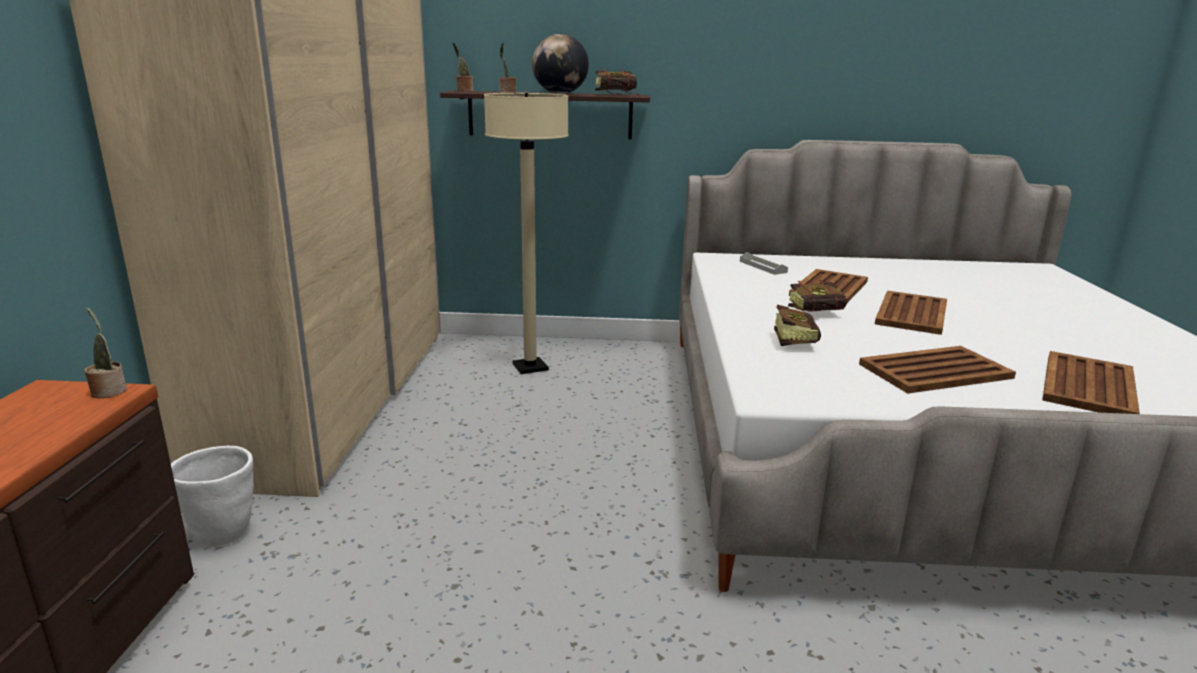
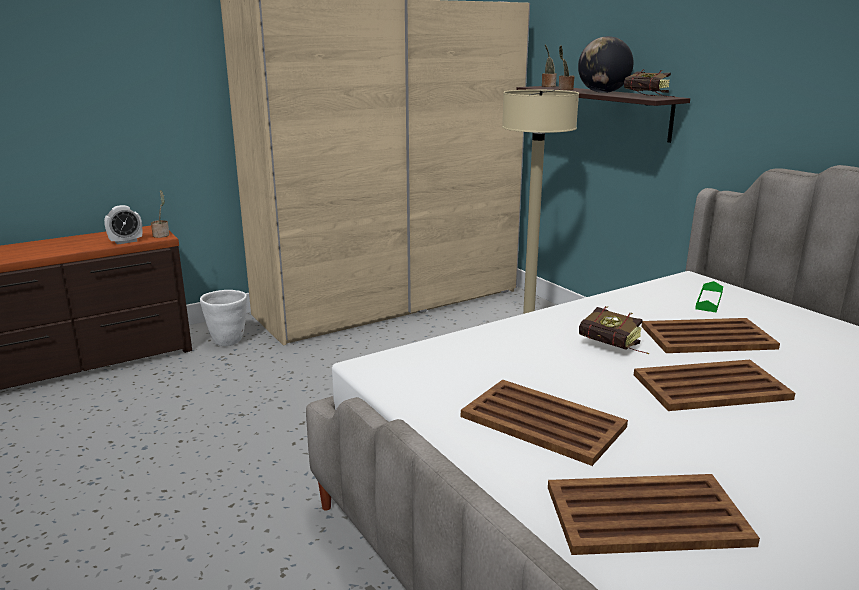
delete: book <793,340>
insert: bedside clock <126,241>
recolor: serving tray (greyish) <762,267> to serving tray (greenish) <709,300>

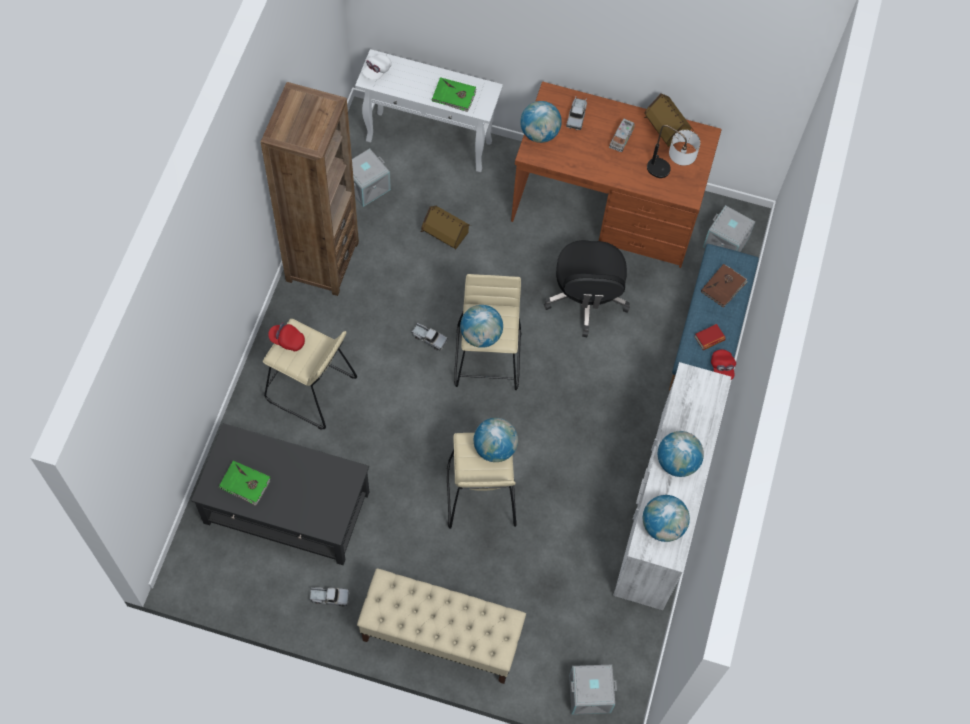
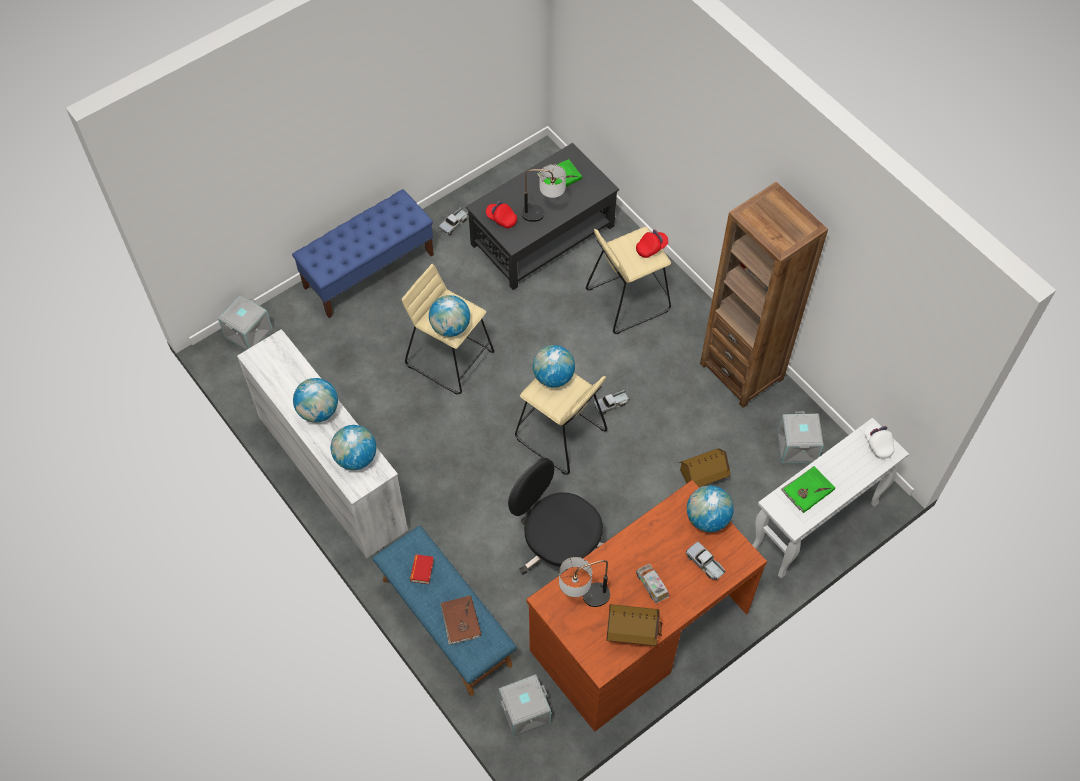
insert: lamp for a table <544,214>
move: desk globe <662,526> to <355,458>; peaked cap (red-coloured) <722,368> to <501,219>
recolor: indoor bench (beige) <440,636> to indoor bench (bluish) <369,270>

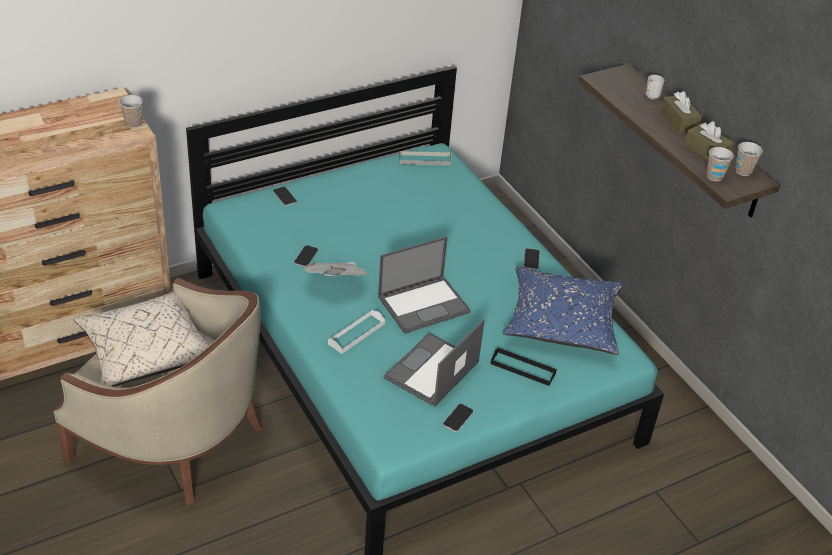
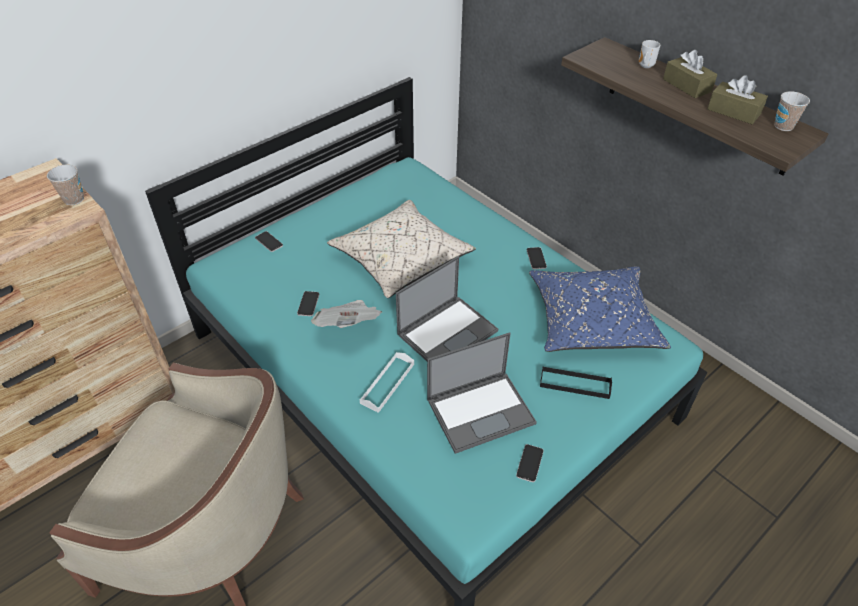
delete: serving tray (greyish) <425,160>; cup <714,176>
move: throw pillow (beige) <146,351> to <400,259>
rotate: portable computer <431,371> = <481,410> 135 degrees counterclockwise

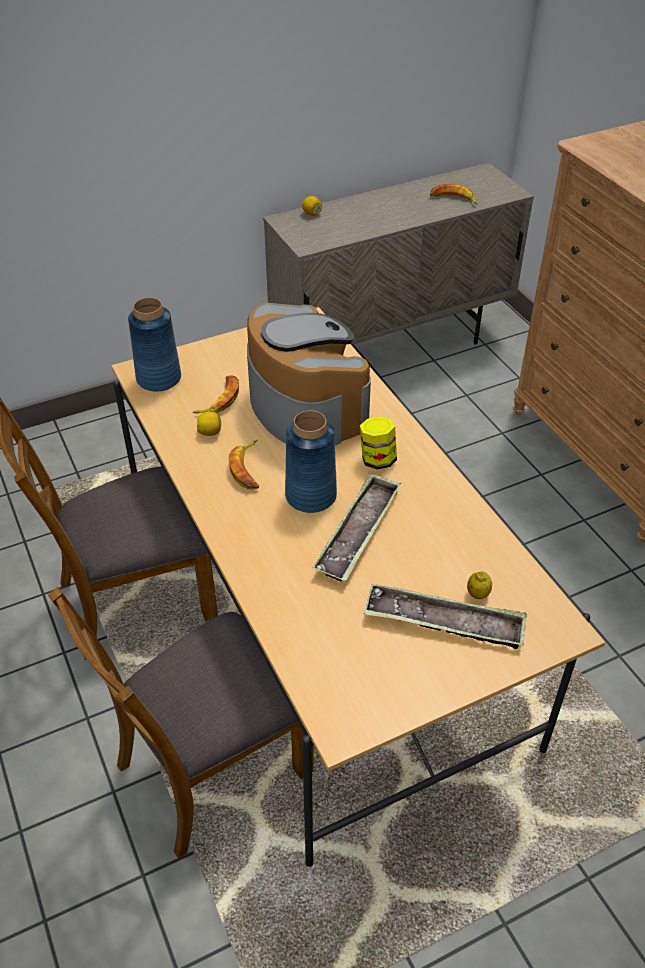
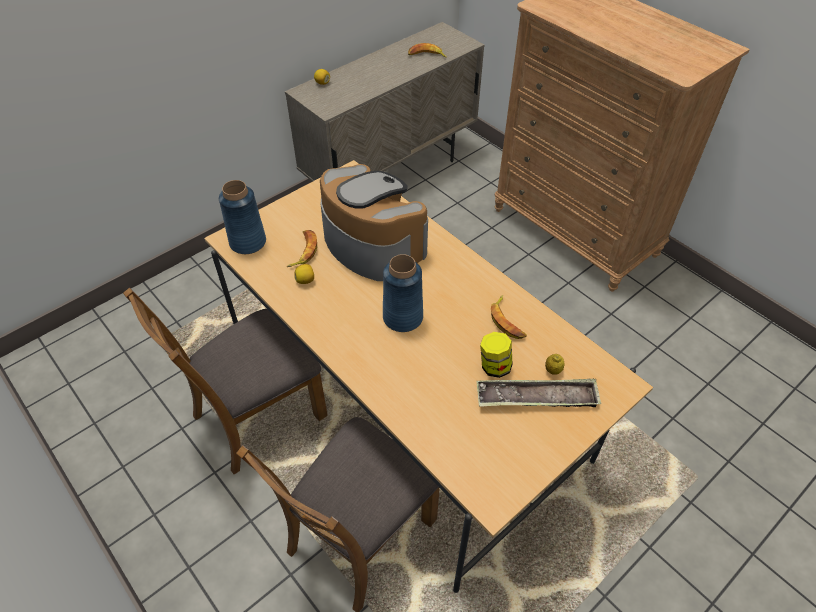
delete: serving tray <358,532>
move: banana <248,469> to <507,321>; storage jar <377,459> to <494,366>

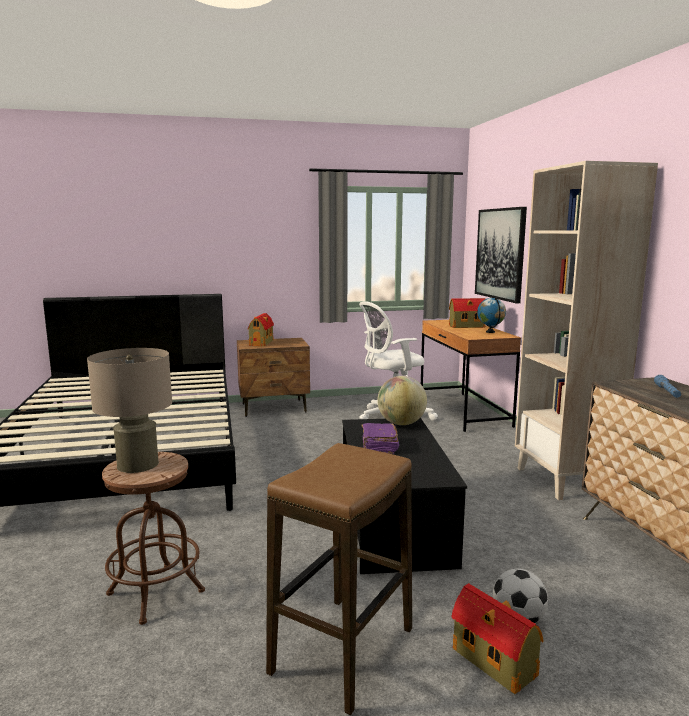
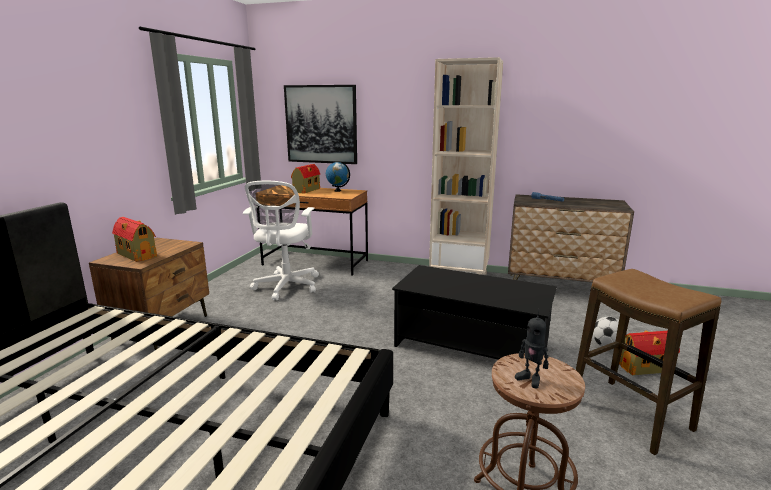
delete: book (purple-coloured) <379,446>; desk globe <401,423>
replace: lamp for a table (beige) <138,464> to robot figure <530,379>

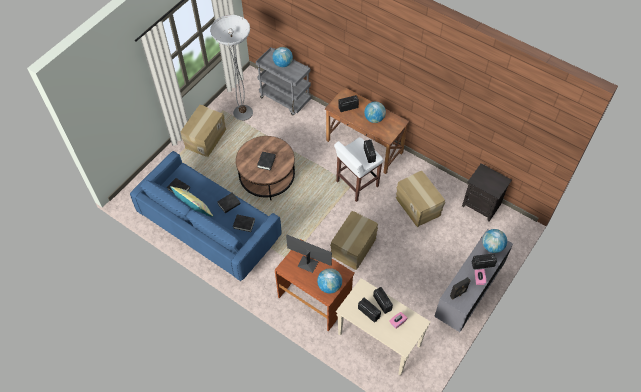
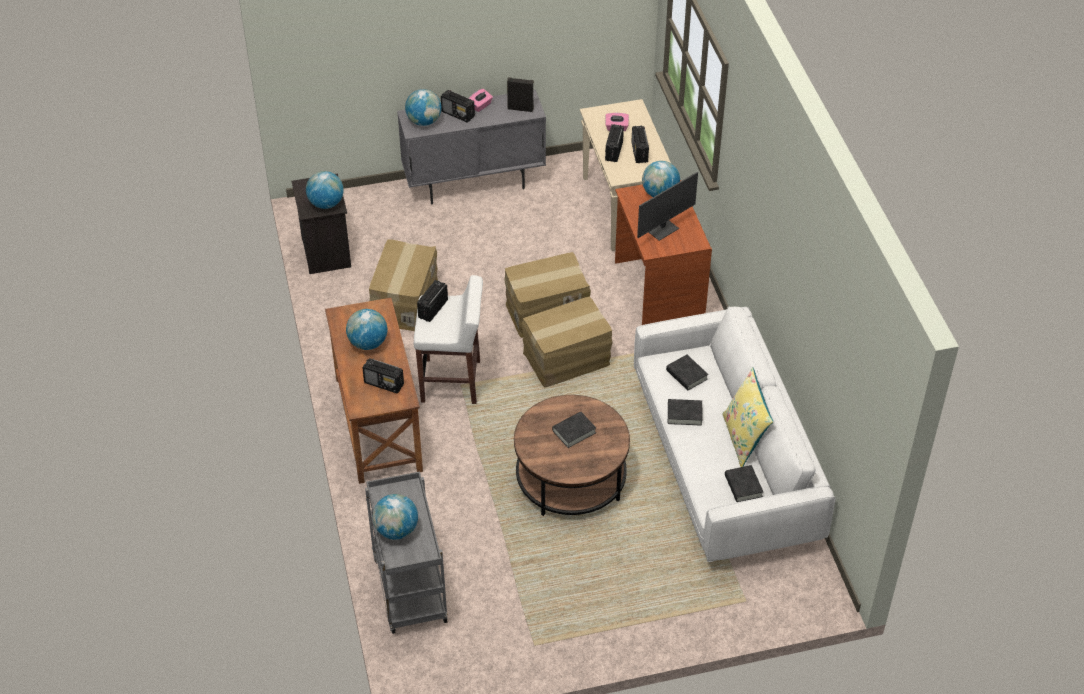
delete: floor lamp <243,113>
insert: desk globe <326,203>
move: packing box <205,138> to <567,360>
recolor: settee (bluish) <210,227> to settee (white) <724,462>
rotate: computer display <308,263> = <662,229> 105 degrees counterclockwise

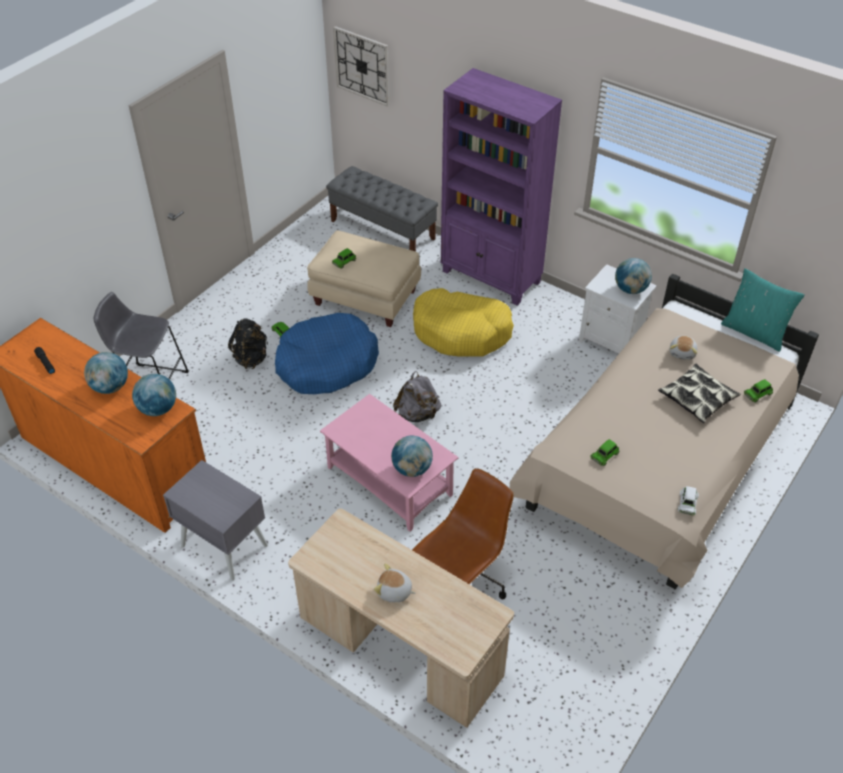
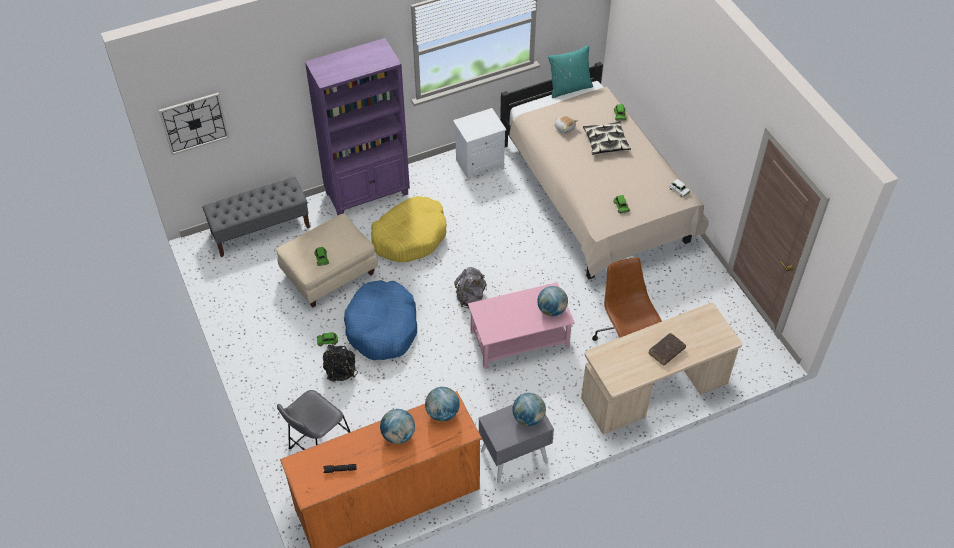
move: desk globe <630,289> to <528,418>
replace: cuddly toy <394,592> to book (brownish) <666,351>

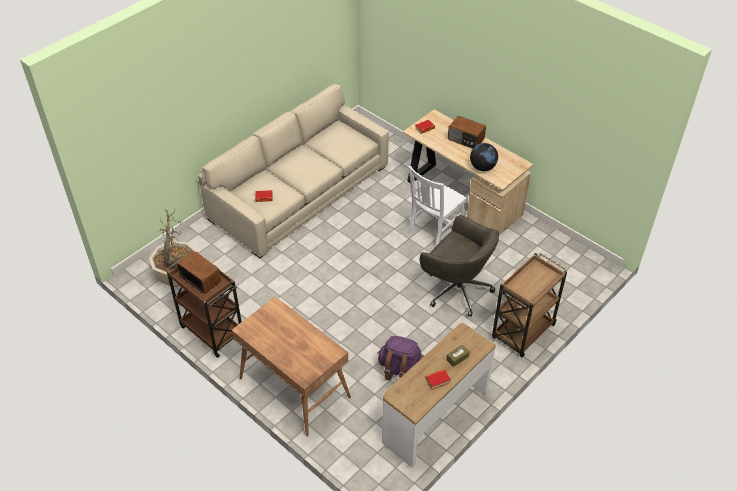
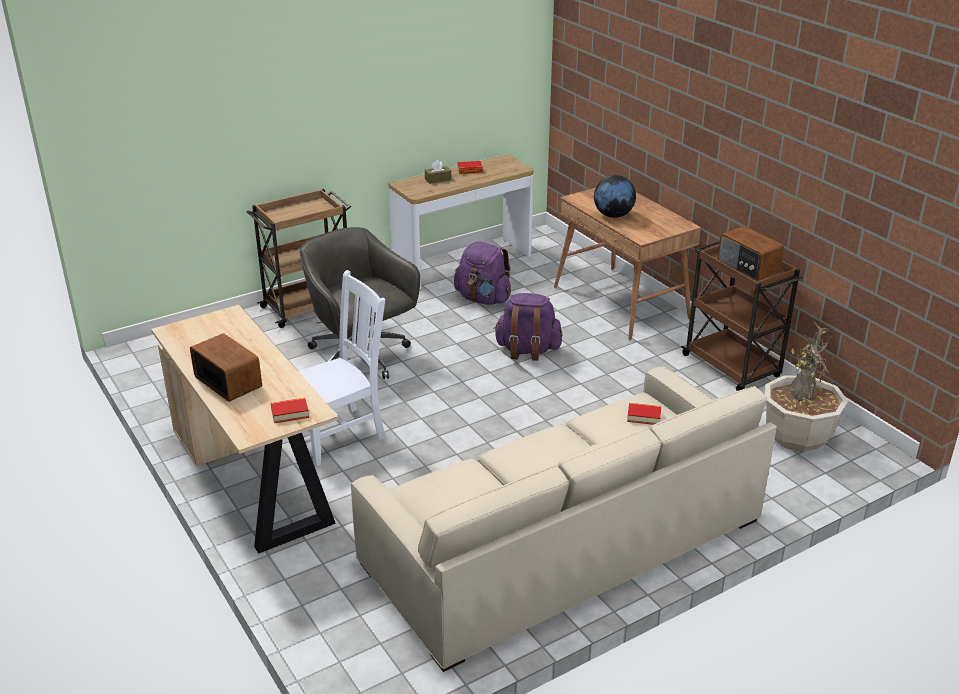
insert: knapsack (purple-coloured) <527,350>
move: desk globe <482,167> to <613,215>

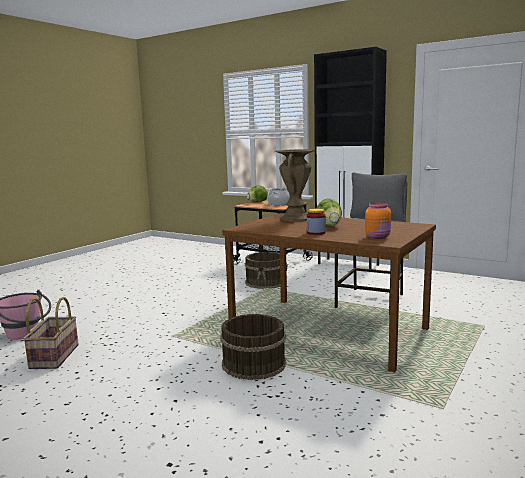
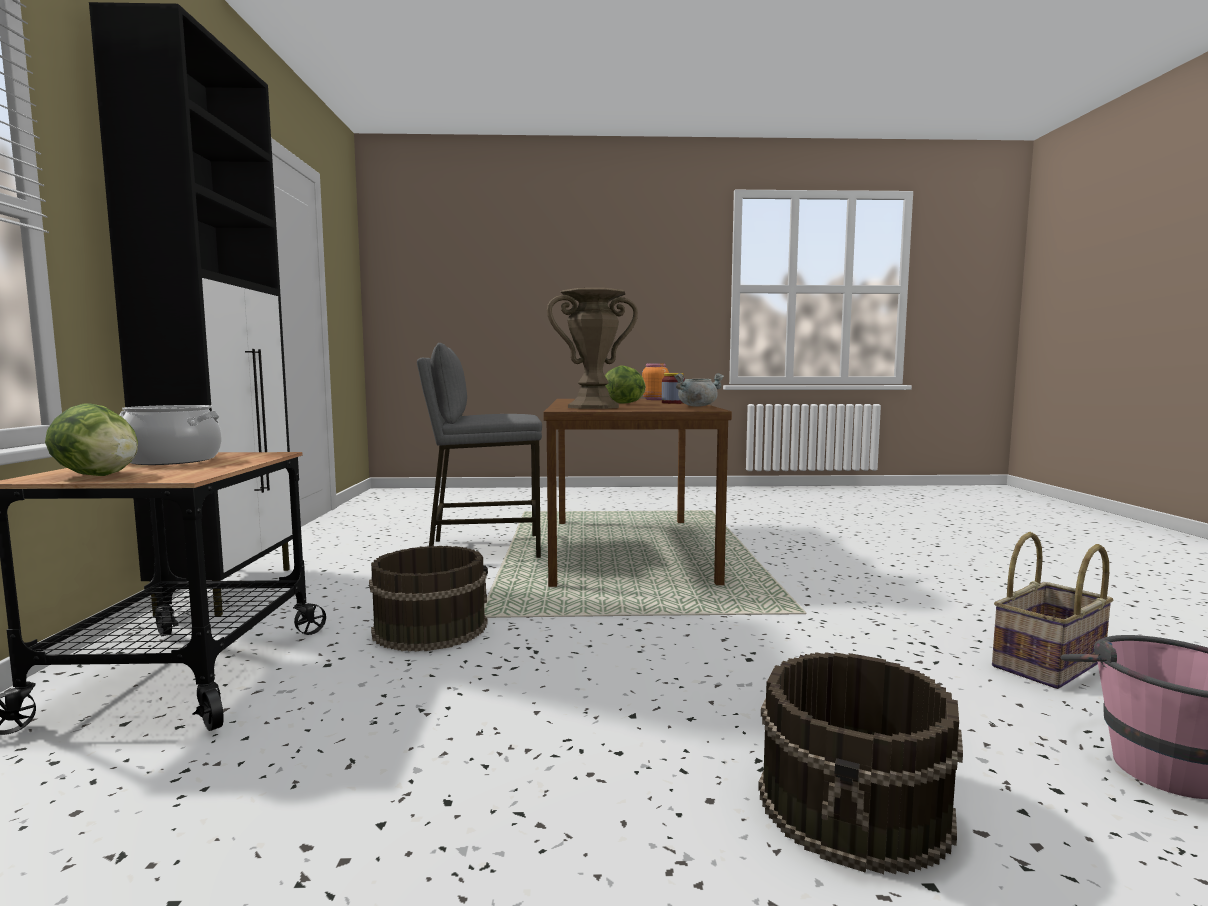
insert: cooking pot (greyish) <697,406>
move: water bucket (brownish) <253,364> to <856,804>

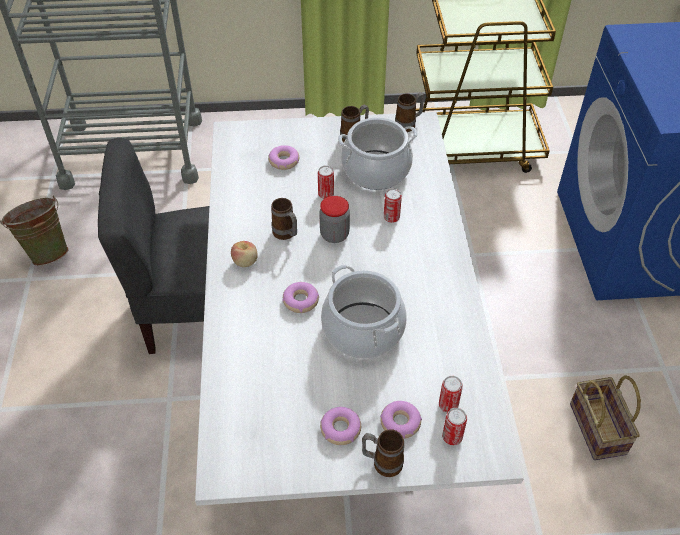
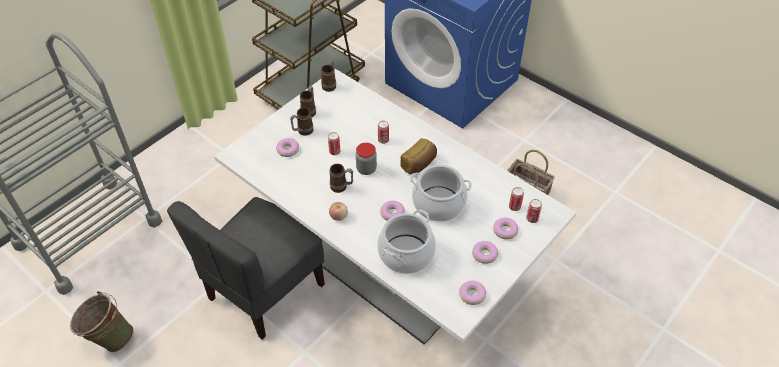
insert: baked bread <419,164>; ring doughnut <472,295>
move: cooking pot <376,170> to <406,254>; mug <382,462> to <302,131>

